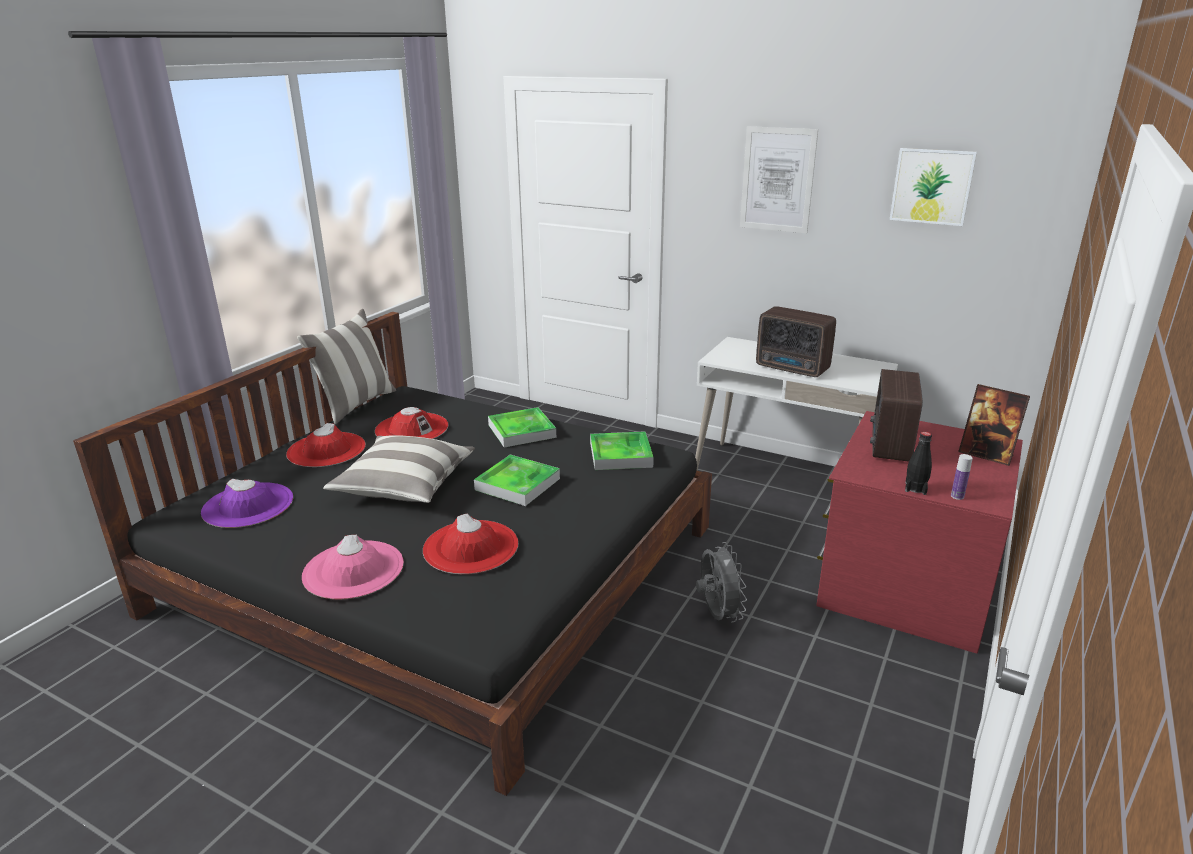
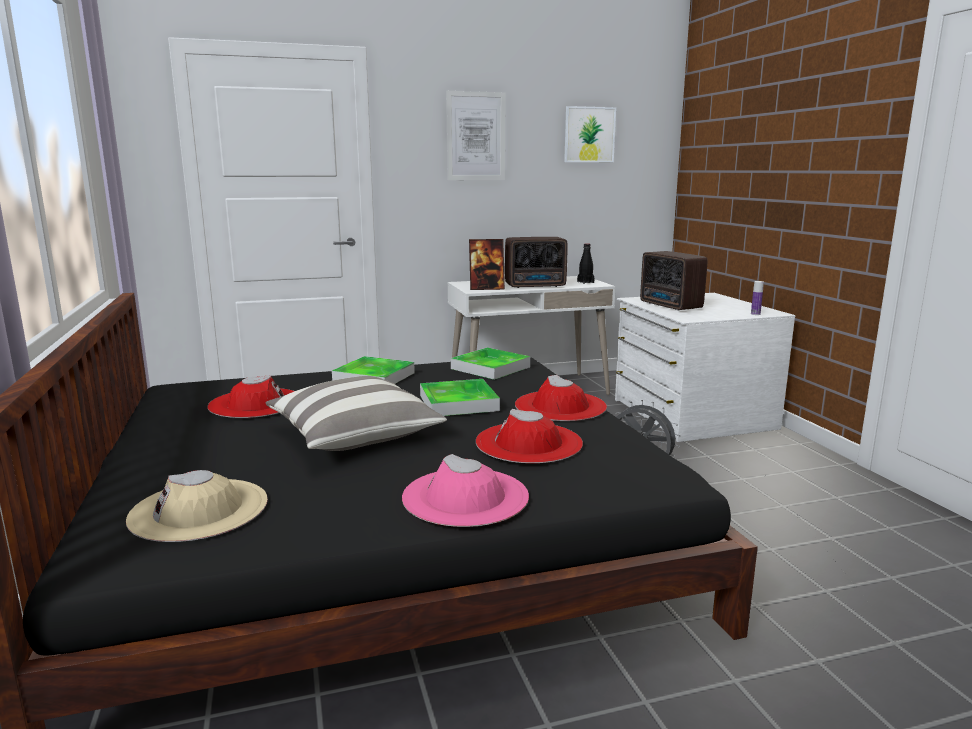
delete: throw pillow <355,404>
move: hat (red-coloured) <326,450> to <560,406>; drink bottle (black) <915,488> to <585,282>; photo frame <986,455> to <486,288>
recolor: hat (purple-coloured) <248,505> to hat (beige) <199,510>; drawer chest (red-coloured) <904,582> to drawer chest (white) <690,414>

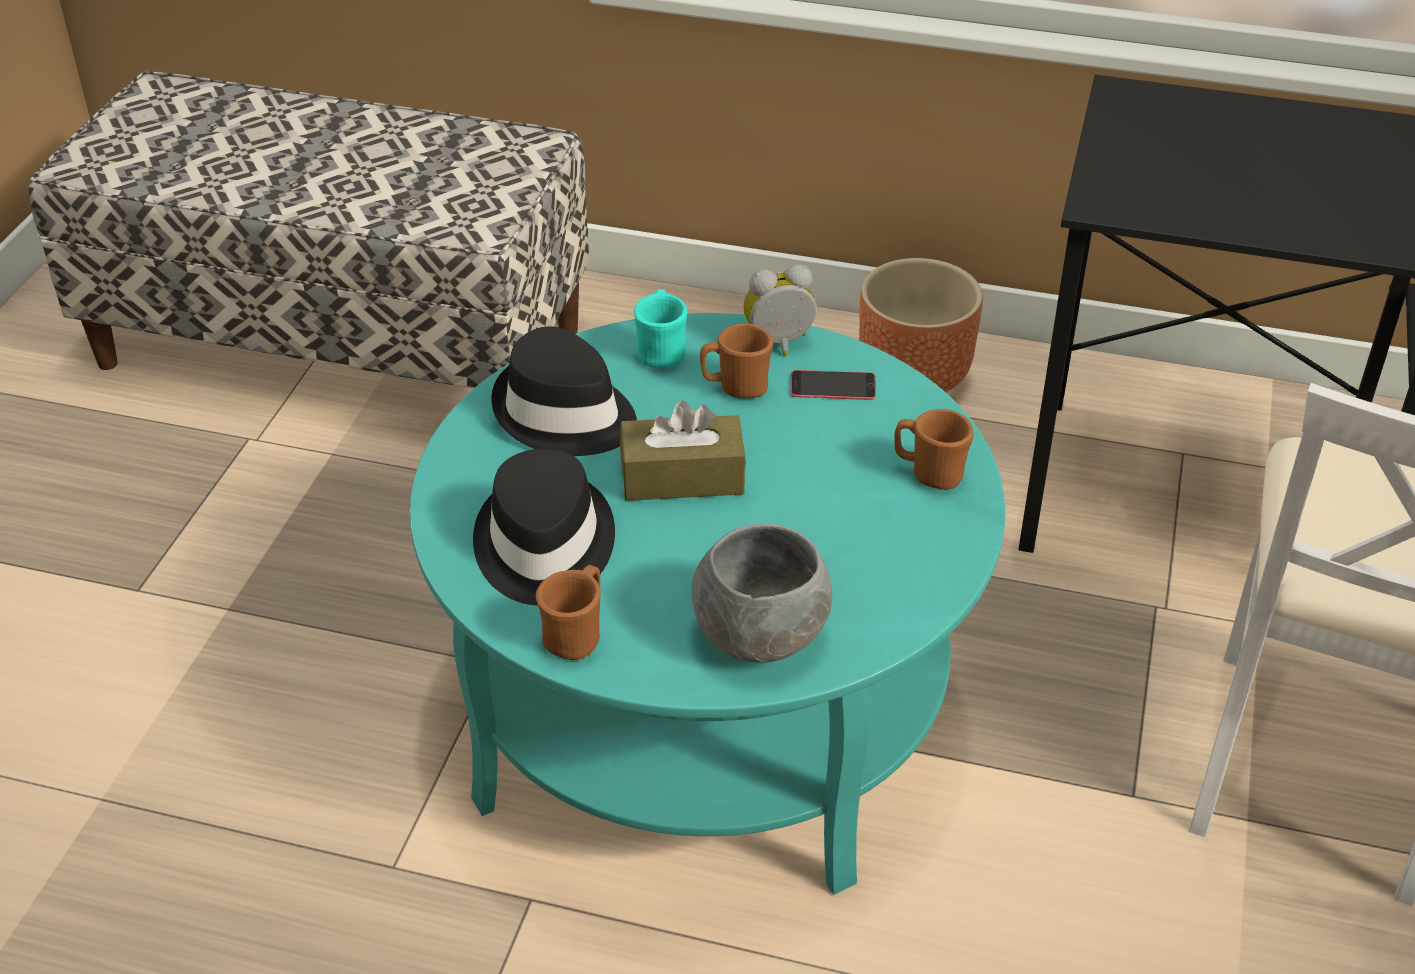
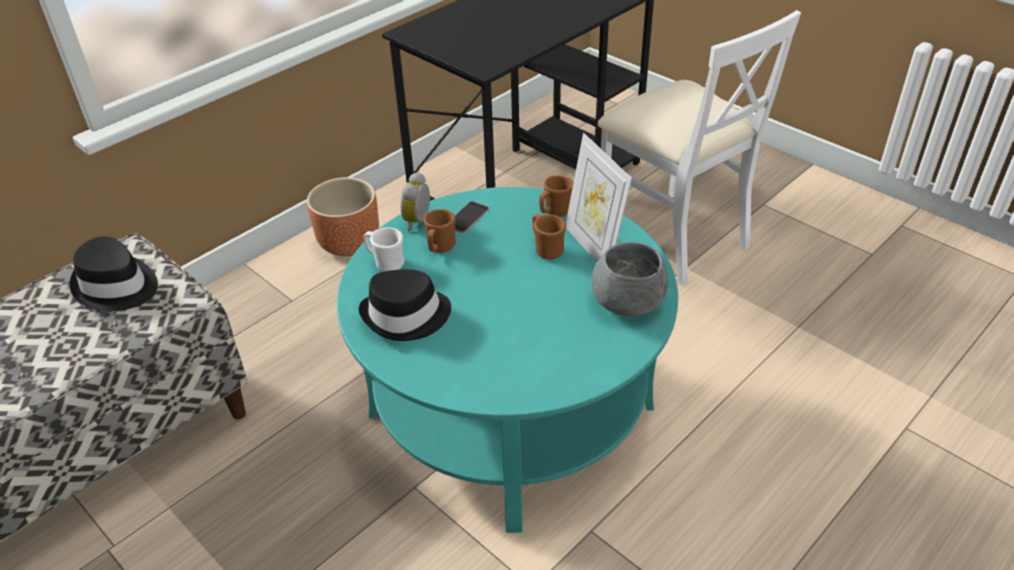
delete: tissue holder (brownish) <682,477>
insert: photo frame <593,247>
move: hat (black) <542,546> to <116,286>; mug (brownish) <577,635> to <546,249>
recolor: mug (turquoise) <661,351> to mug (white) <386,263>

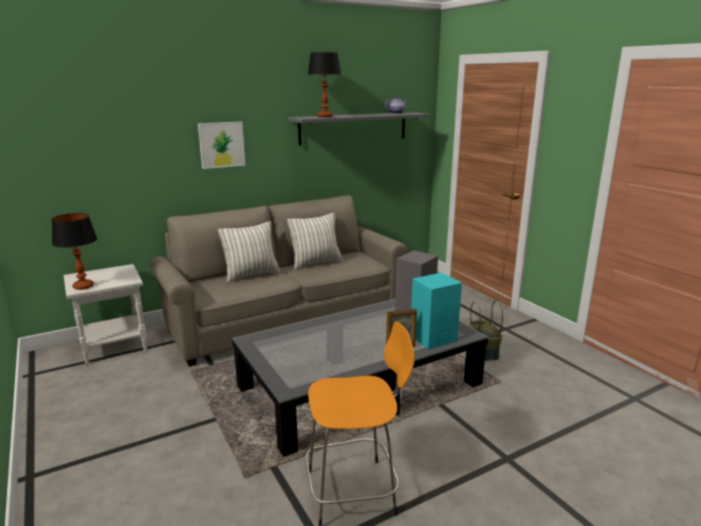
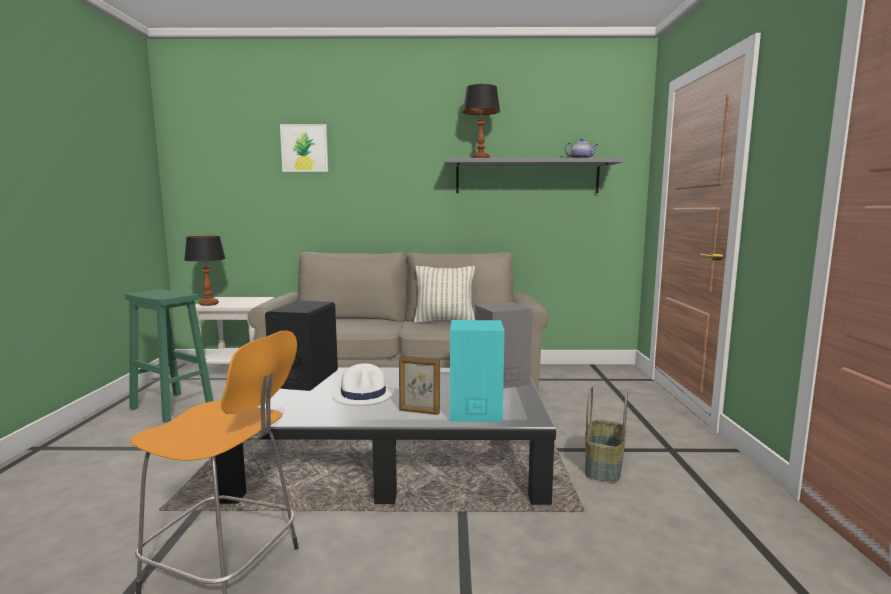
delete: throw pillow <251,275>
insert: stool seat (greenish) <171,407>; loudspeaker (black) <305,379>; hat (white) <364,394>
move: wall picture <221,145> to <304,148>

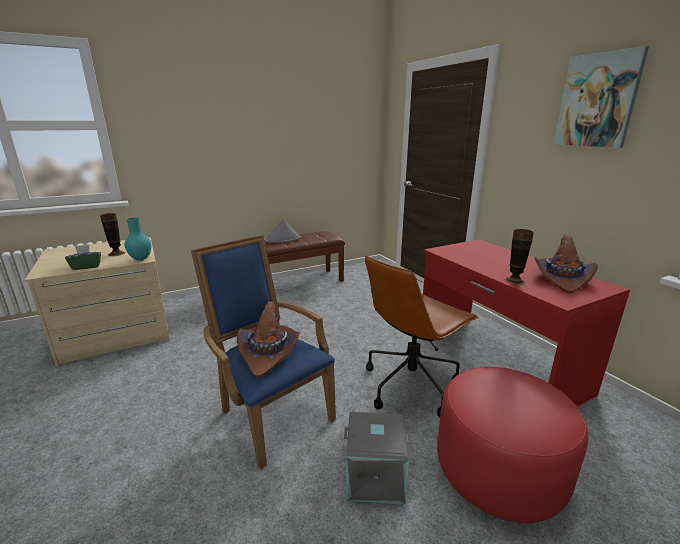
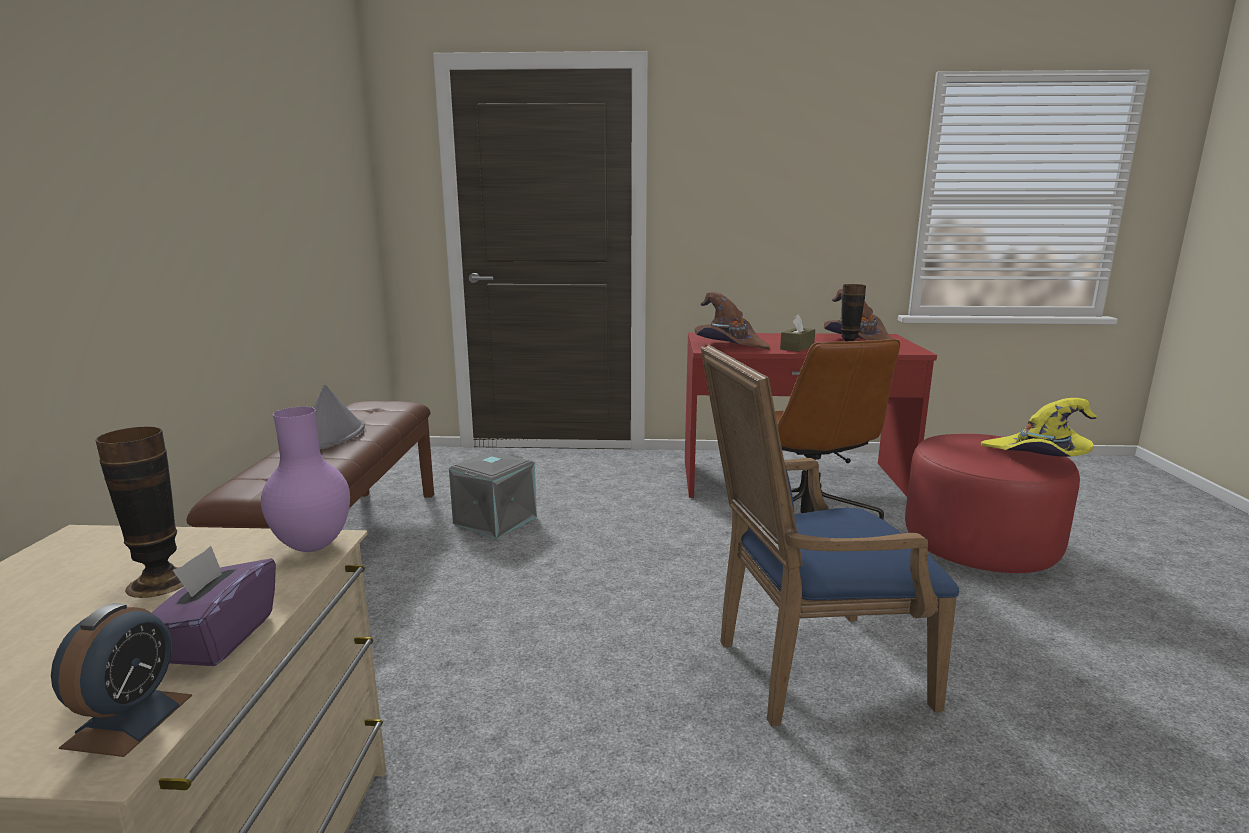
delete: wall picture <597,101>
insert: bedside clock <129,720>; tissue holder (brownish) <797,347>; hat (yellowish) <1038,456>
move: hat (brownish) <268,353> to <729,345>; storage box (greyish) <375,475> to <494,520>
recolor: tissue holder (greenish) <86,266> to tissue holder (purple-coloured) <218,638>; decorative vase (turquoise) <141,259> to decorative vase (purple-coloured) <311,546>

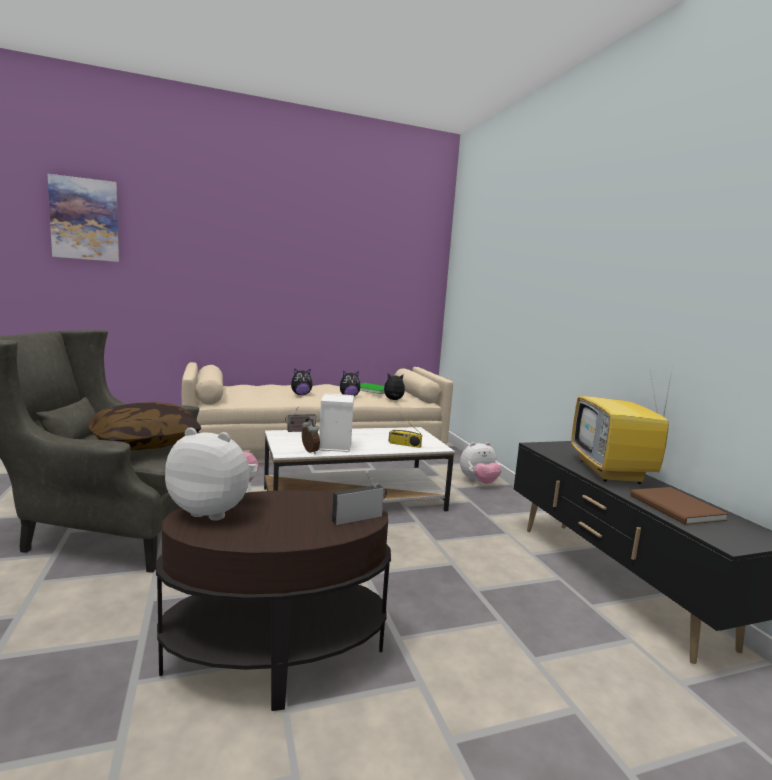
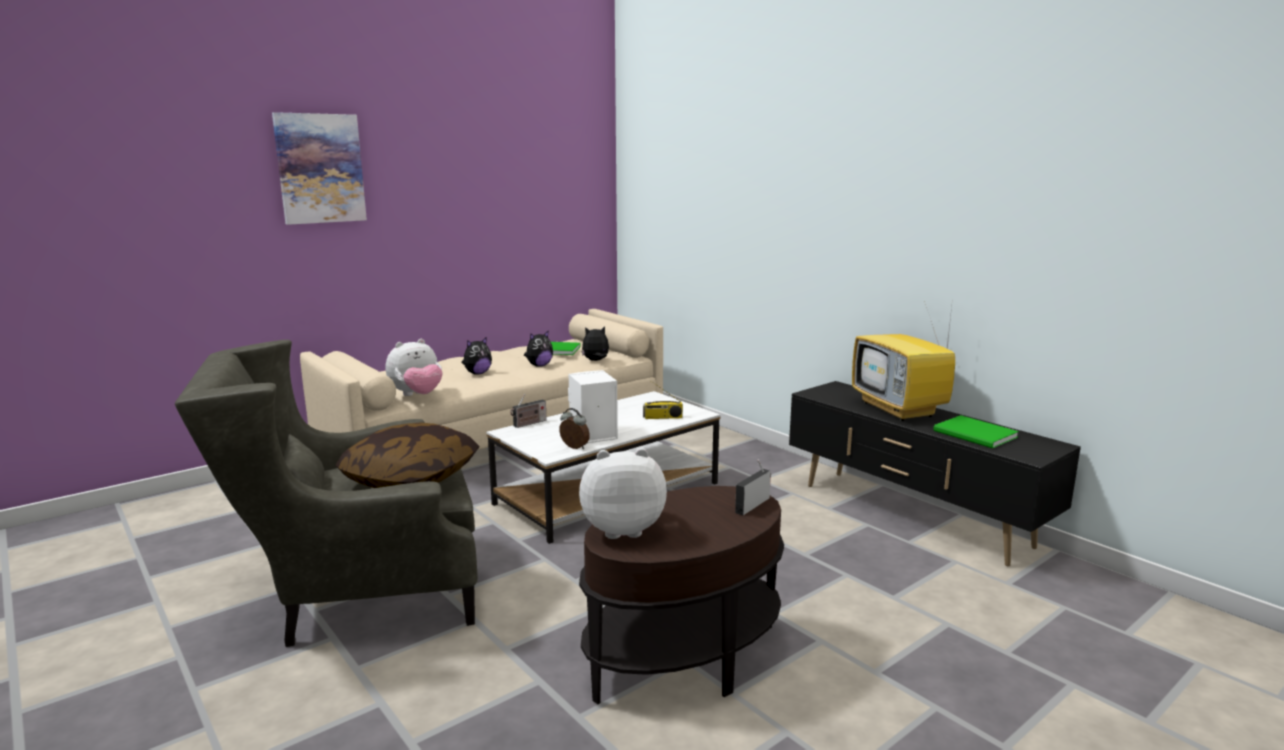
move: wall picture <85,219> to <320,168>; cuddly toy <478,482> to <417,395>
recolor: book (brownish) <676,508> to book (greenish) <976,435>

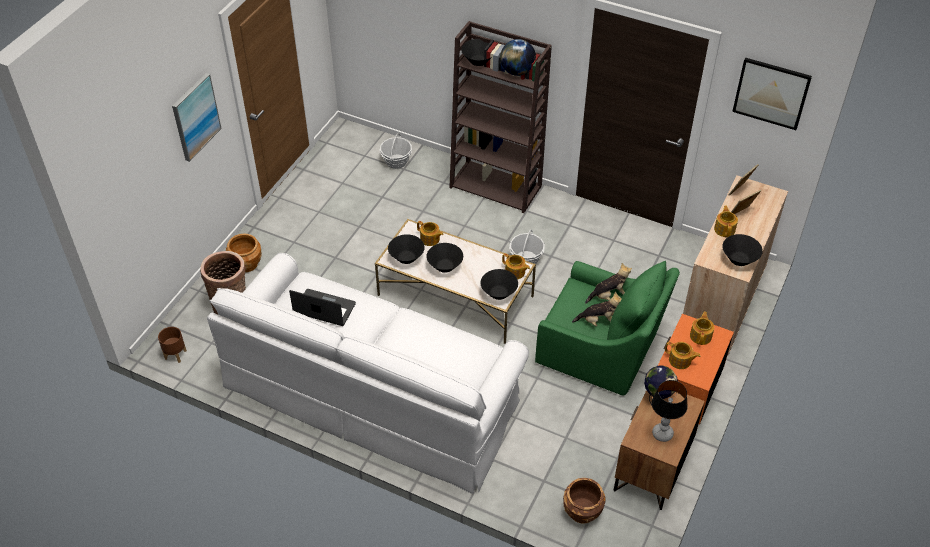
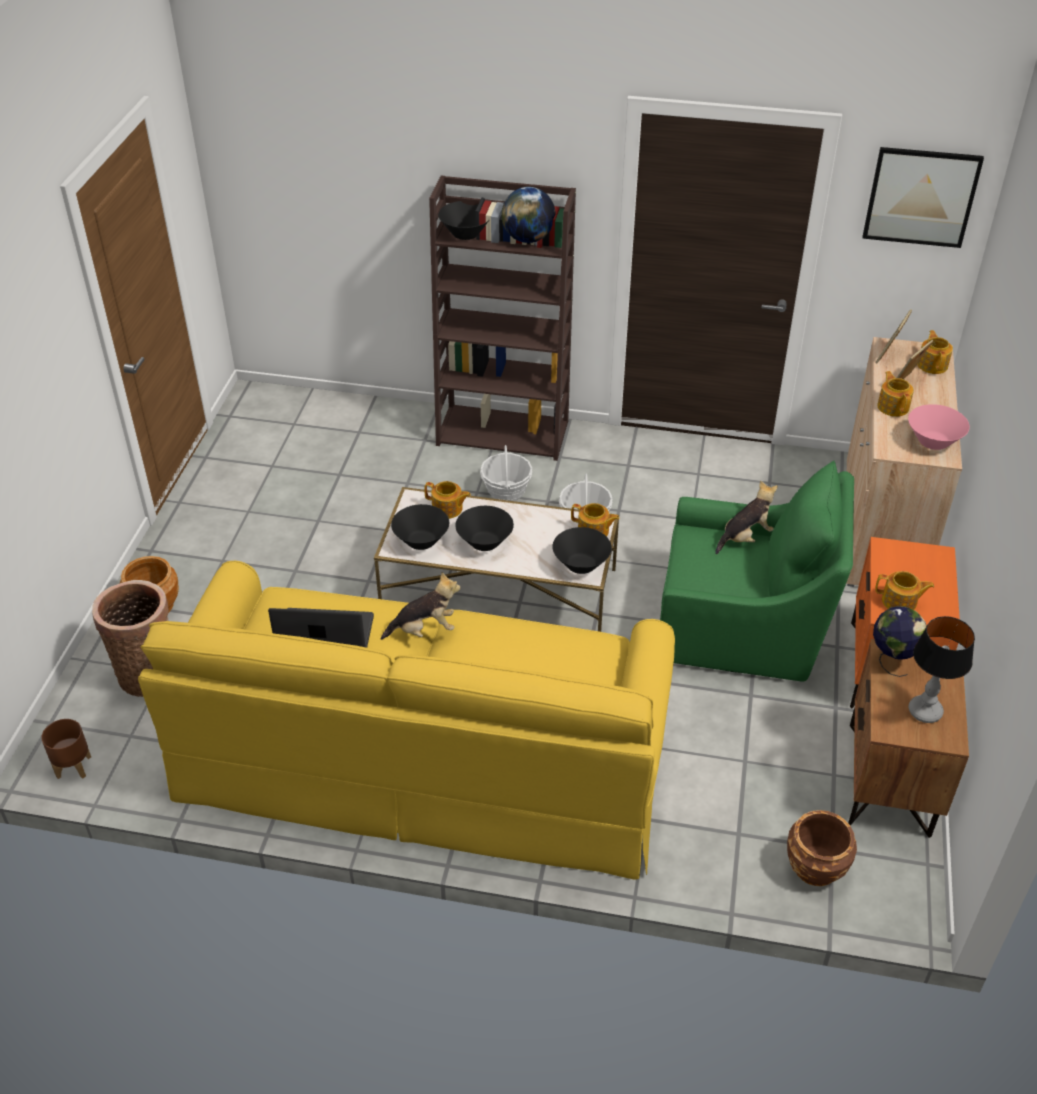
delete: wall picture <195,116>
move: storage basket <396,161> to <506,492>; cuddly toy <598,321> to <424,630>; teapot <701,336> to <932,365>
recolor: settee (white) <374,393> to settee (yellowish) <425,758>; serving bowl (black) <739,259> to serving bowl (pinkish) <933,442>

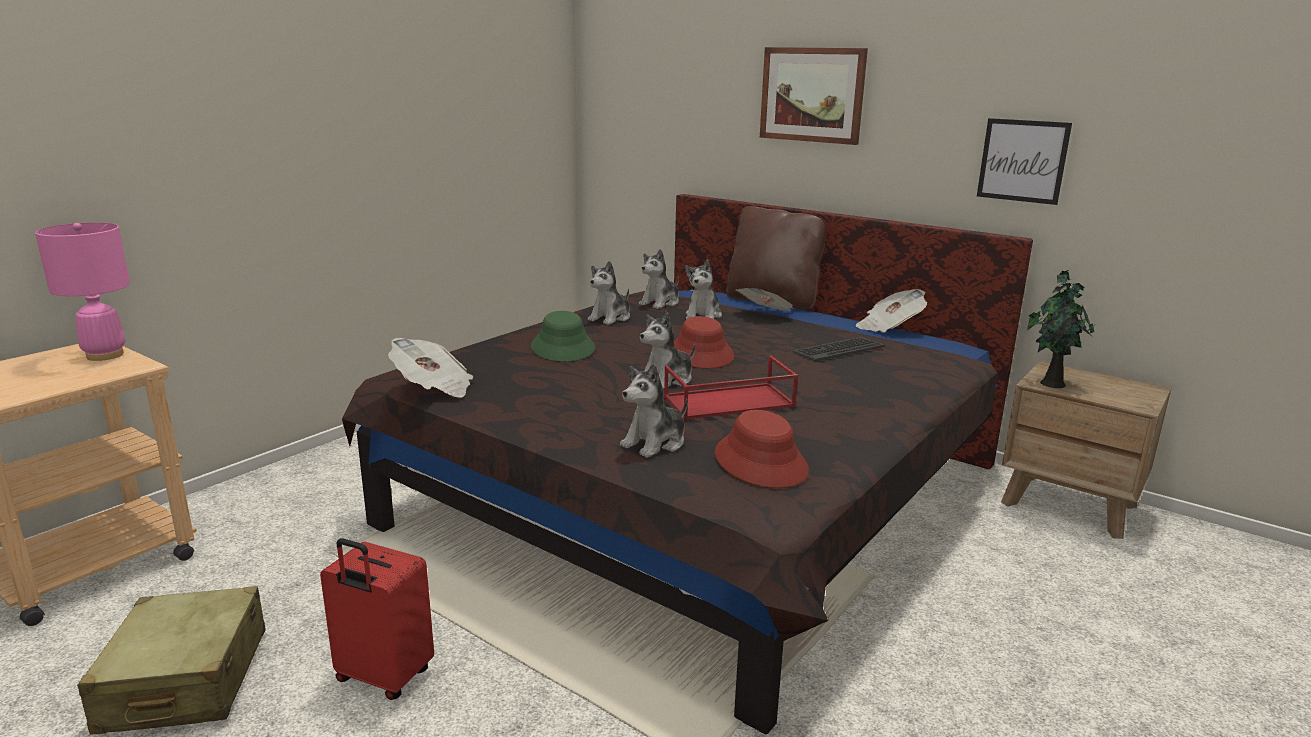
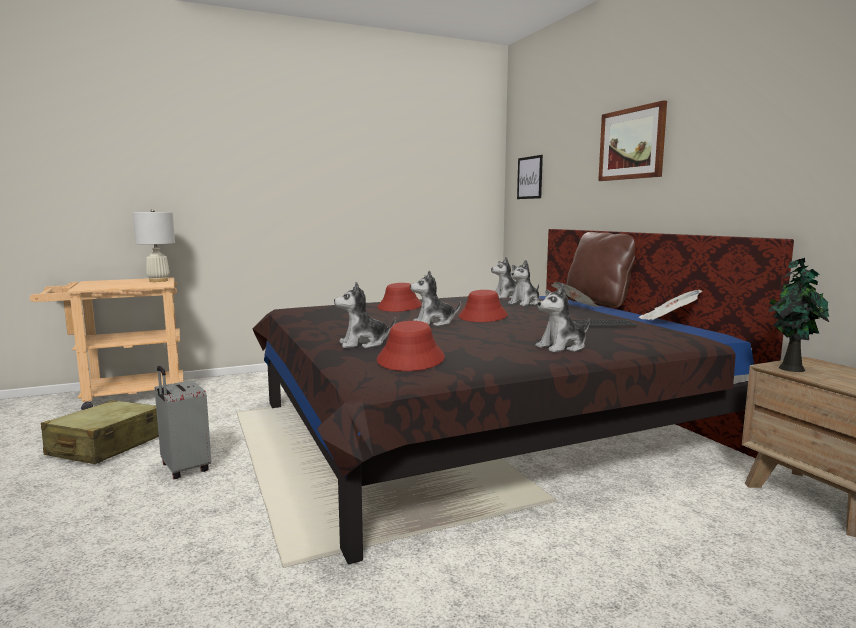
delete: newspaper <434,388>; serving tray (red-coloured) <728,402>
move: cuddly toy <610,318> to <562,347>; wall picture <1022,161> to <530,177>
recolor: lamp for a table (pinkish) <105,355> to lamp for a table (white) <158,281>; travel case (red-coloured) <383,677> to travel case (greyish) <184,469>; hat (greenish) <563,348> to hat (red-coloured) <400,307>

